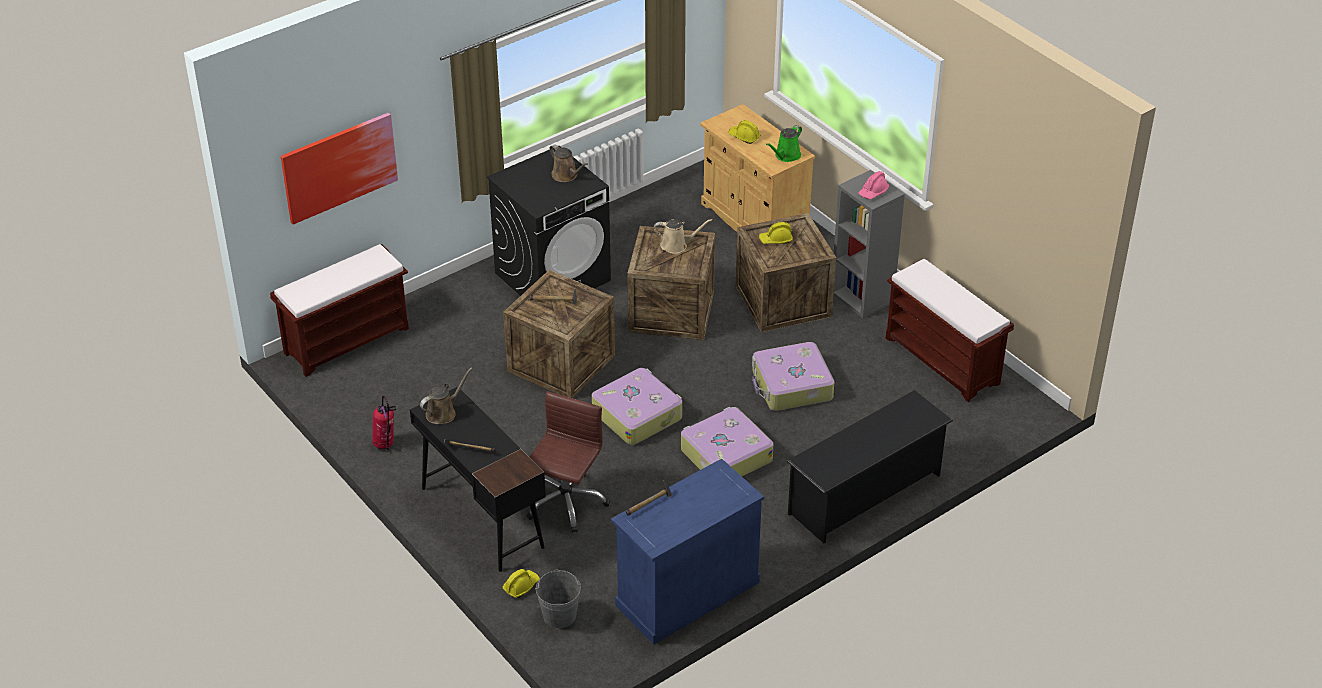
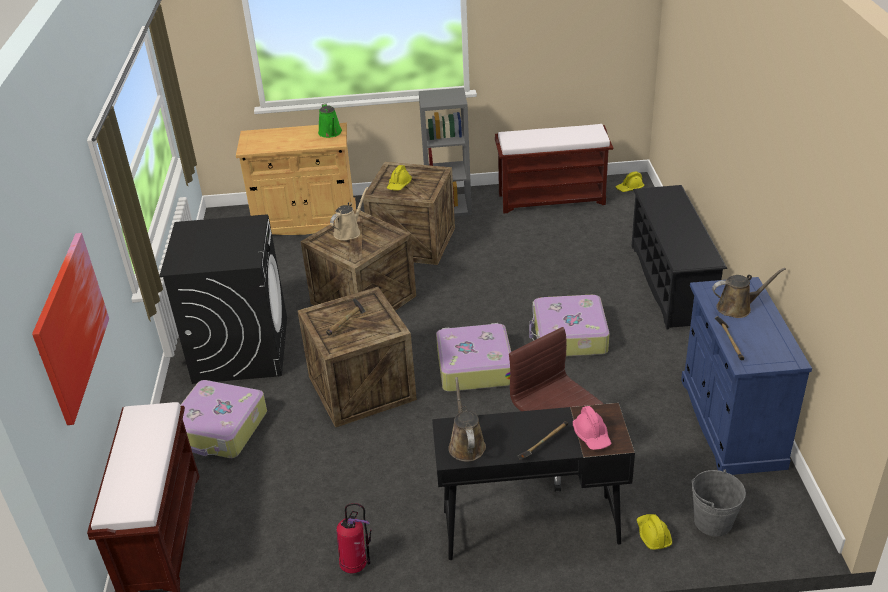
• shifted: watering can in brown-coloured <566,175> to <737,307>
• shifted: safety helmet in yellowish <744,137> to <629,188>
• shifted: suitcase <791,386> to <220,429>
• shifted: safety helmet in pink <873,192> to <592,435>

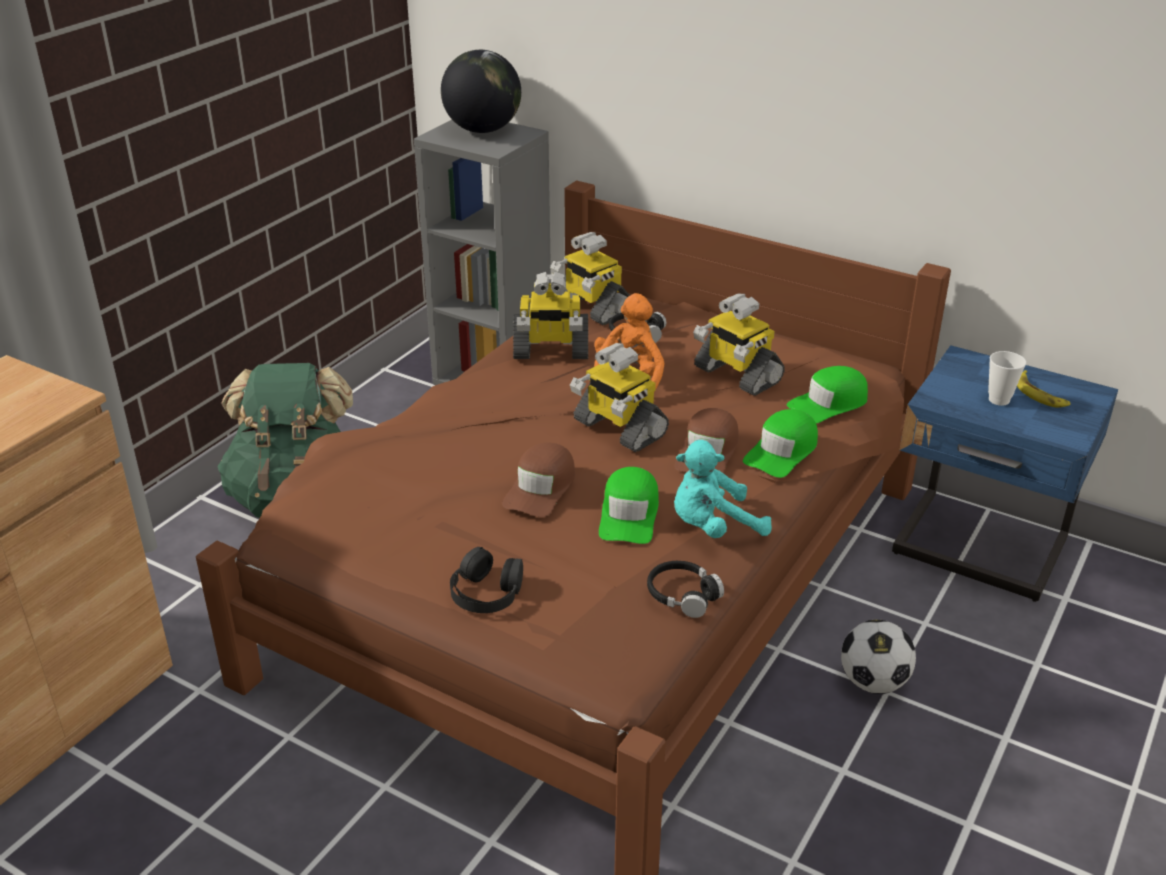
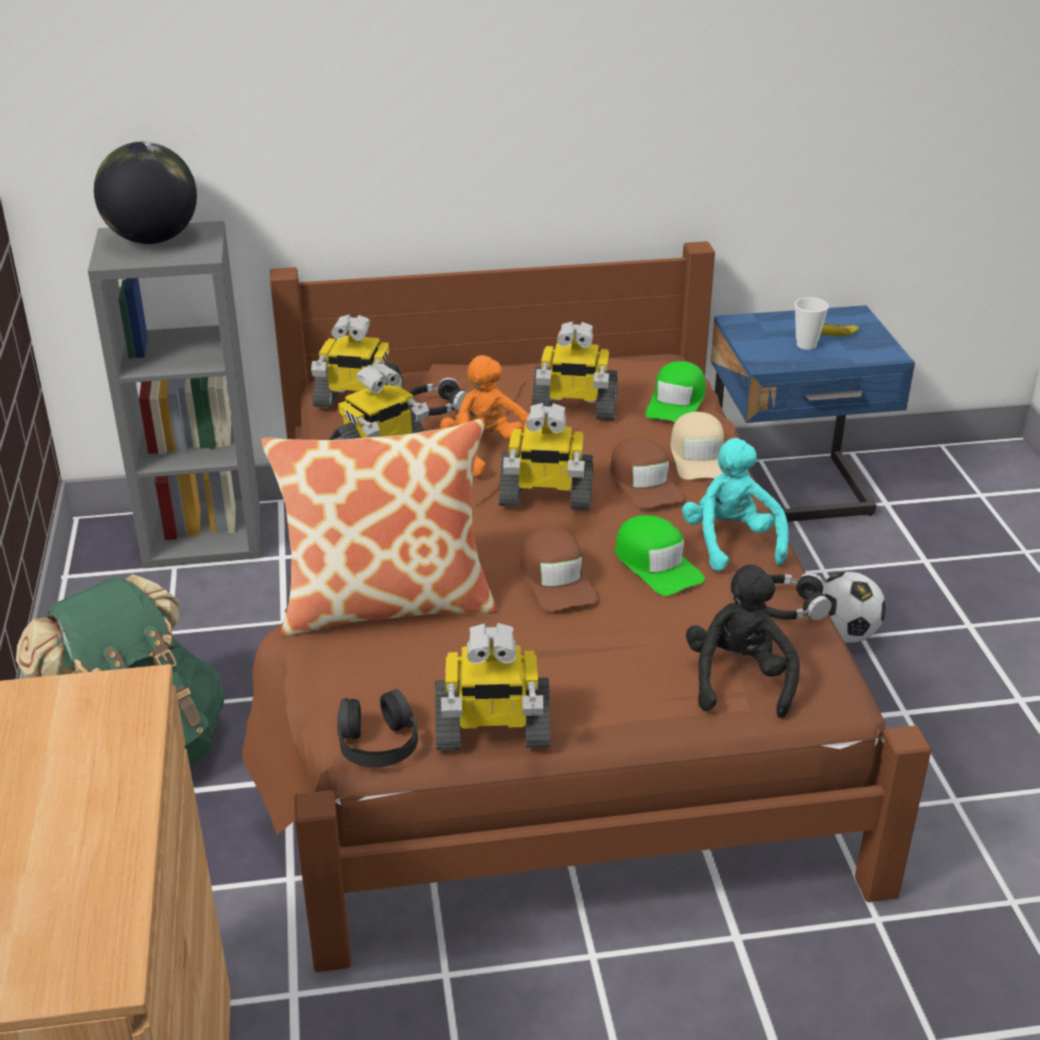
• new: throw pillow <387,603>
• new: model robot <491,731>
• new: soft toy in blackish <739,679>
• shifted: headphones in blackish <487,592> to <377,741>
• repainted: baseball cap in greenish <782,452> to baseball cap in beige <699,456>
• rotated: soft toy in turquoise <713,527> = <731,542> 135 degrees clockwise

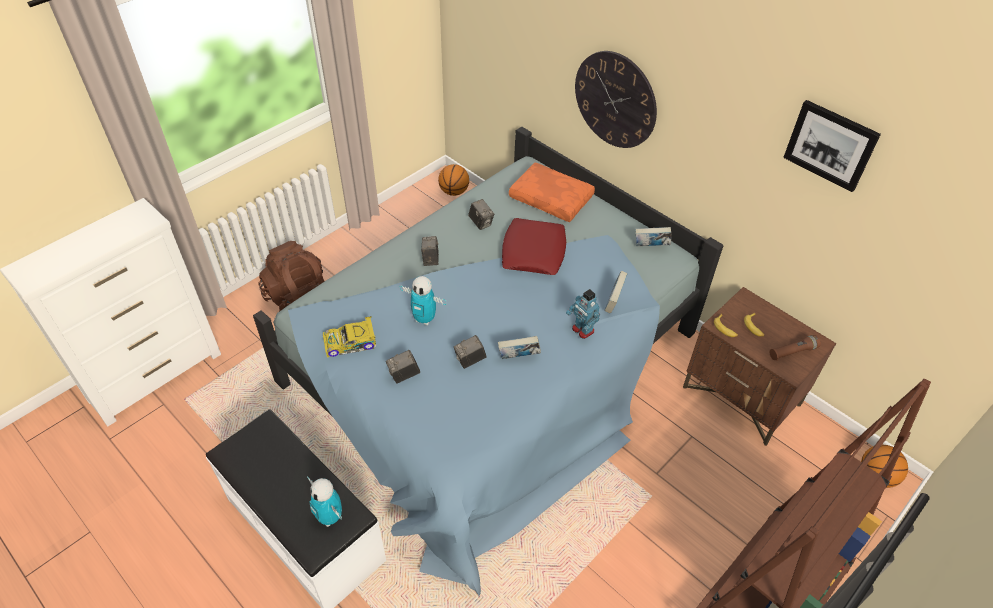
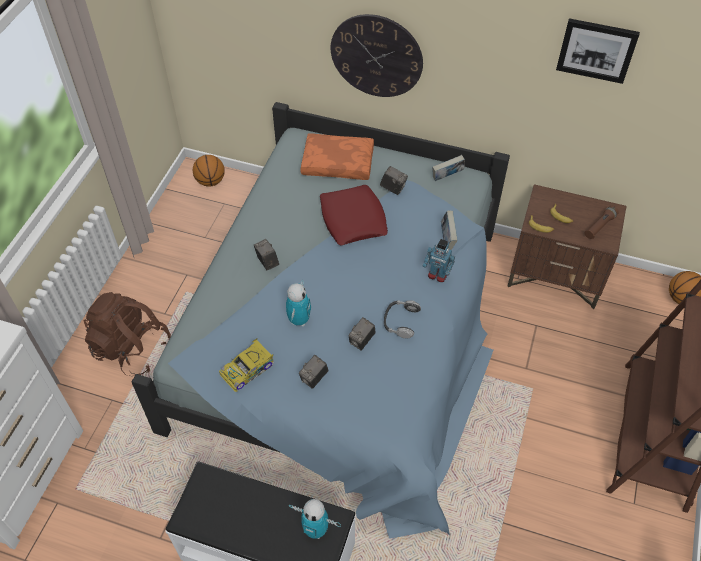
• shifted: still camera <481,223> to <393,188>
• swapped: volume <518,357> to headphones <400,321>
• rotated: model robot <424,319> = <299,320> 75 degrees counterclockwise

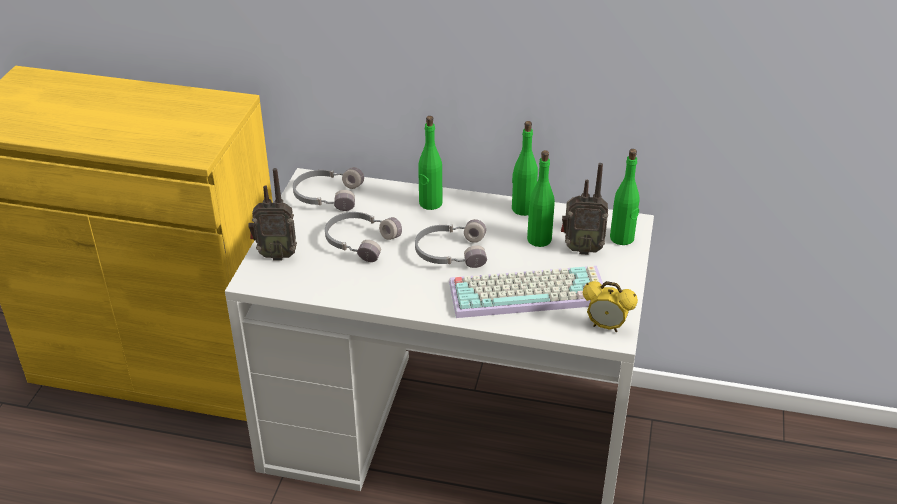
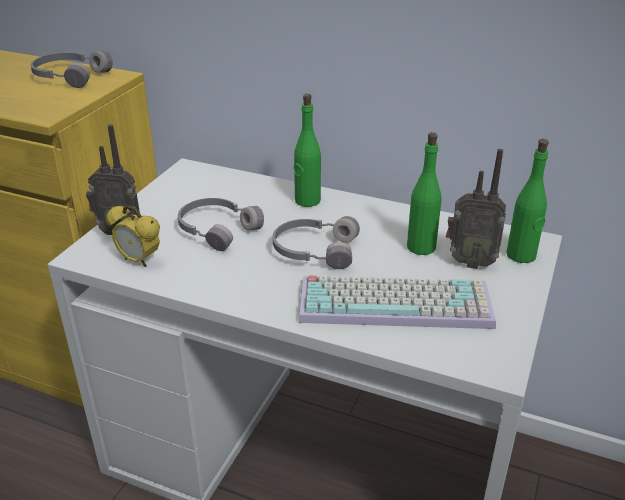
• gone: beverage bottle in greenish <523,208>
• shifted: headphones in gray <327,195> to <70,76>
• shifted: table clock <606,326> to <139,260>

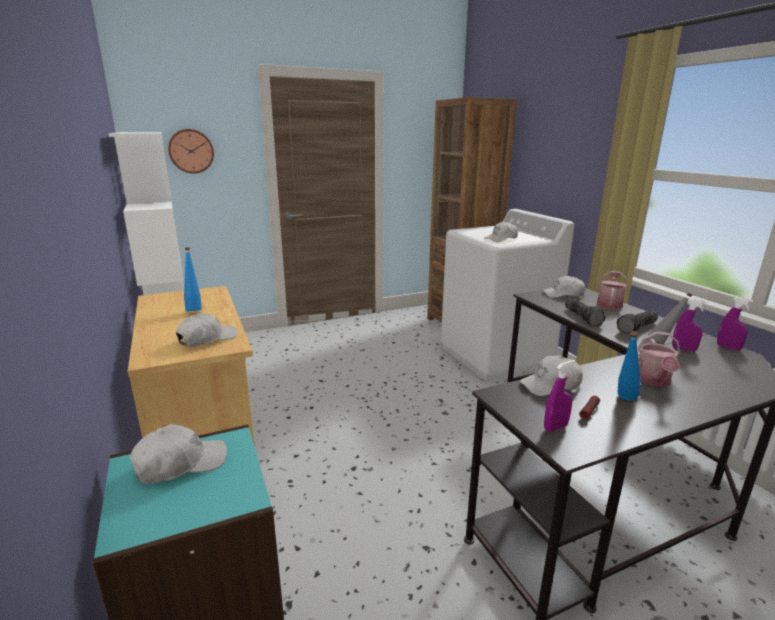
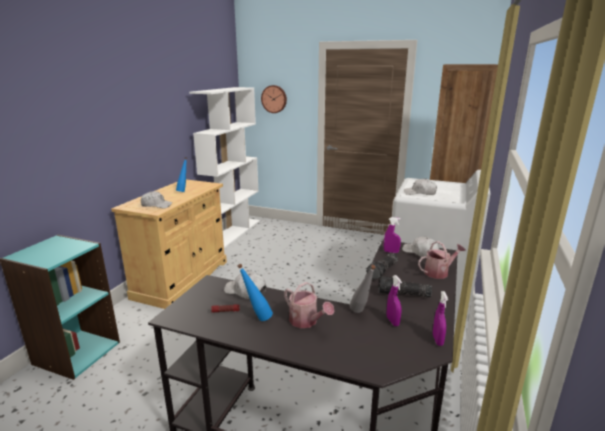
• gone: baseball cap in whitish <180,464>
• shifted: hand sprayer in purplish <555,427> to <391,252>
• rotated: watering can <653,380> = <306,321> 105 degrees counterclockwise

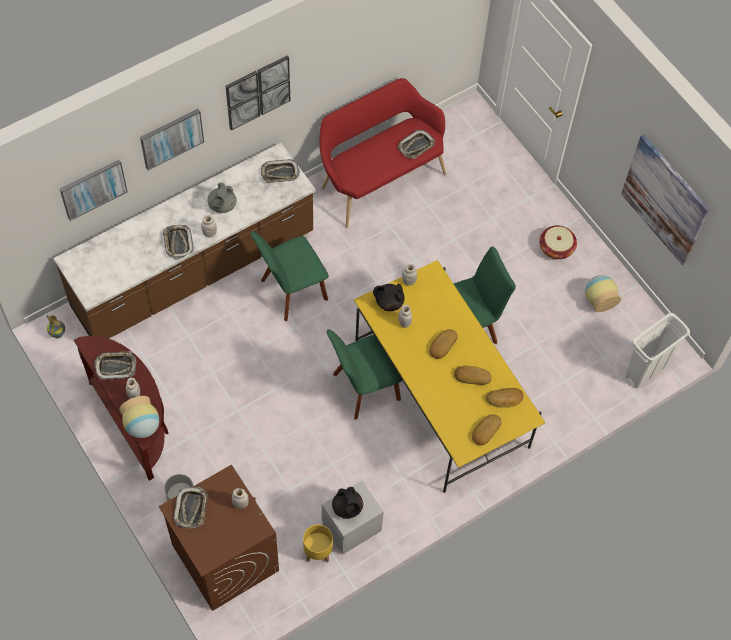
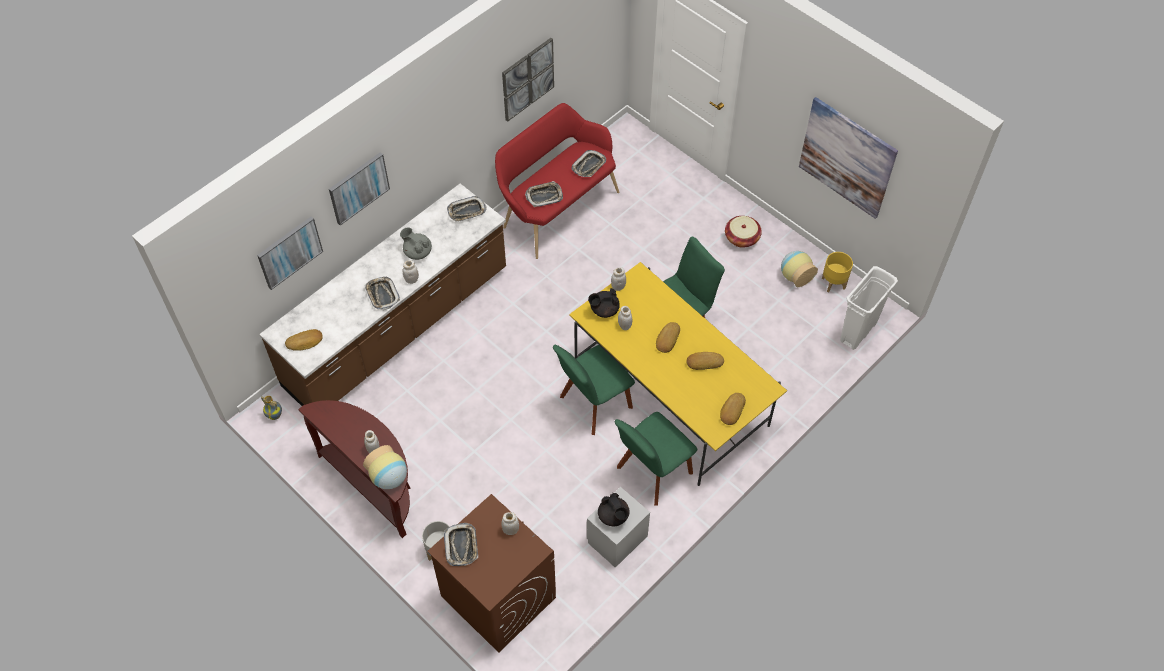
• shifted: serving tray <116,366> to <544,196>
• shifted: picture <258,92> to <527,79>
• shifted: plain chair in greenish <291,292> to <652,473>
• shifted: flower pot in yellowish <318,551> to <833,283>
• shifted: bread <505,399> to <305,342>
• rotated: pot for tea in gray <222,206> = <417,252> 120 degrees clockwise

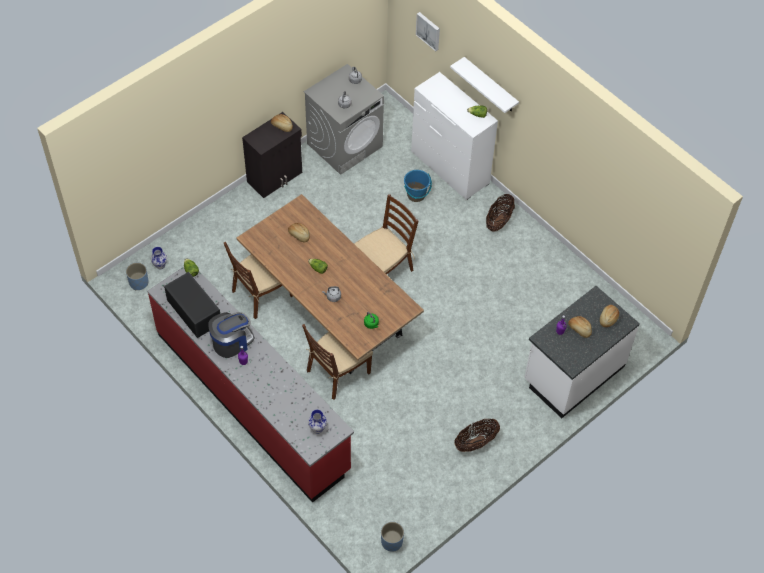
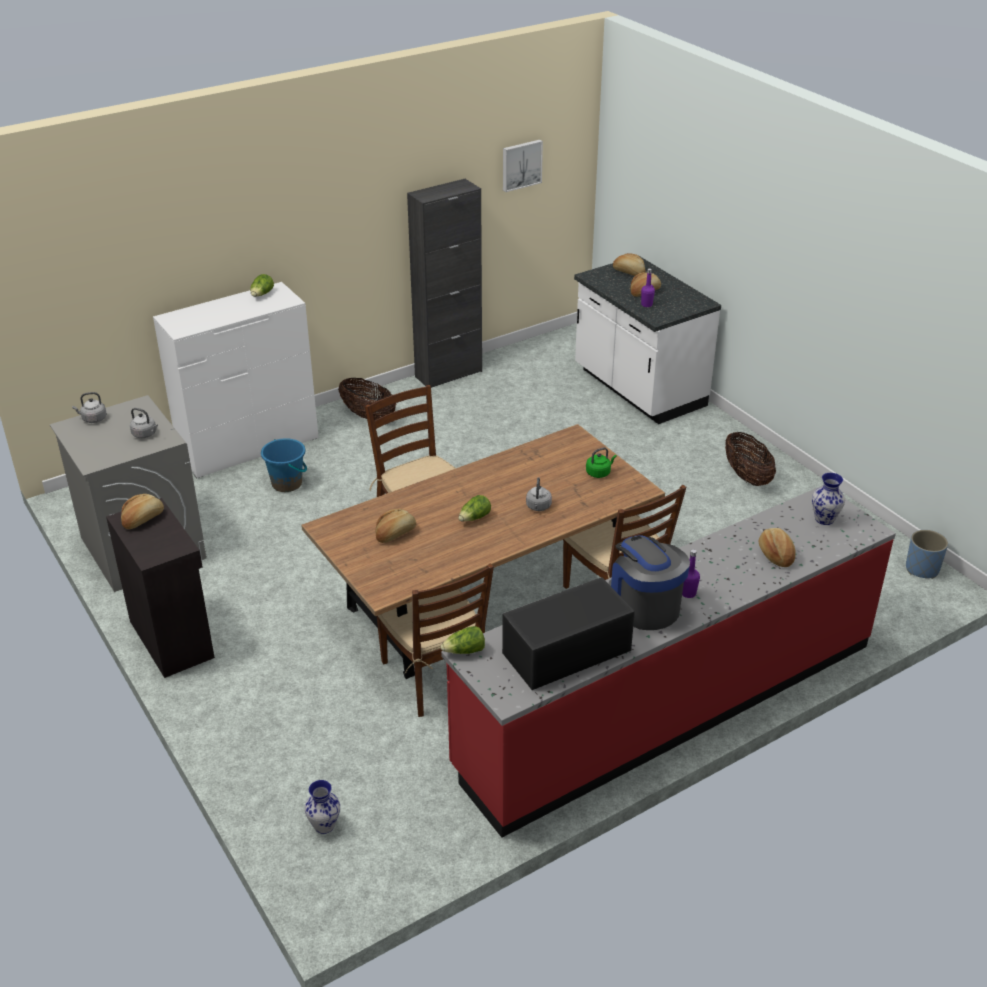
• gone: flower pot in blue-coloured <139,282>
• gone: bracket shelf in whitish <490,85>
• new: storage cabinet in blackish <448,374>
• new: bread <775,554>
• shifted: picture <428,30> to <521,165>

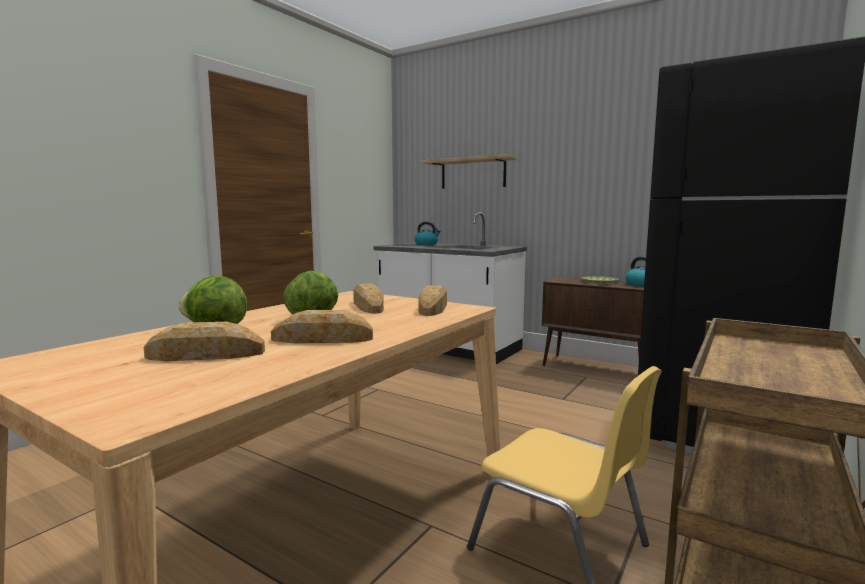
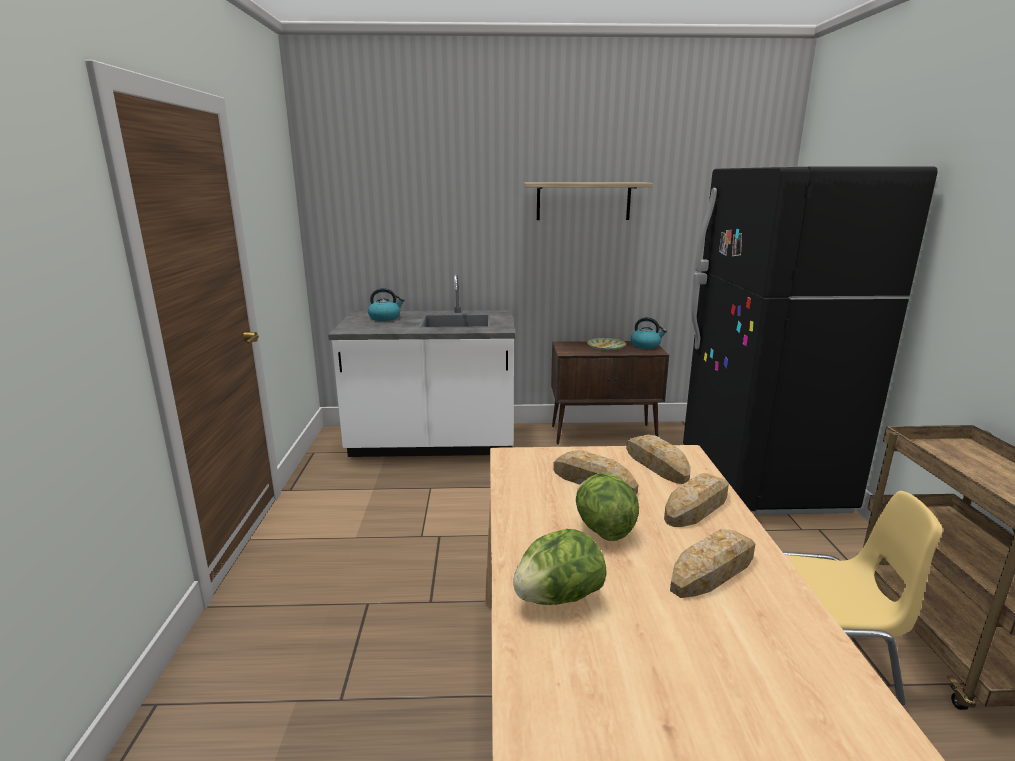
• shifted: bread <205,354> to <697,506>
• shifted: bracket shelf <473,173> to <583,201>

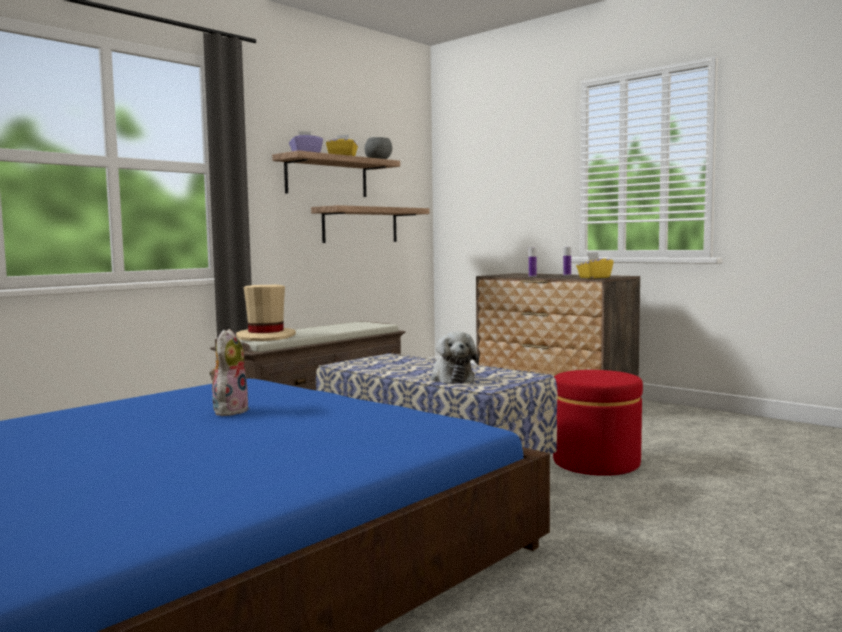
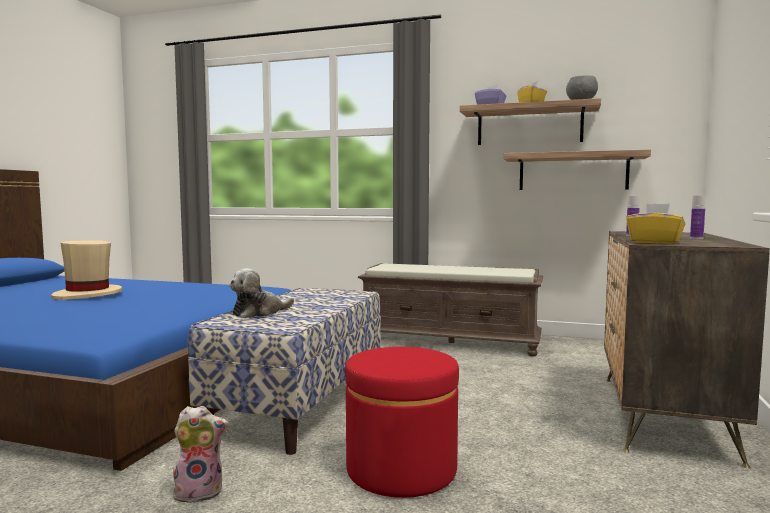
• shifted: soft toy <229,411> to <200,492>
• shifted: wearable hat in beige <266,337> to <88,295>

